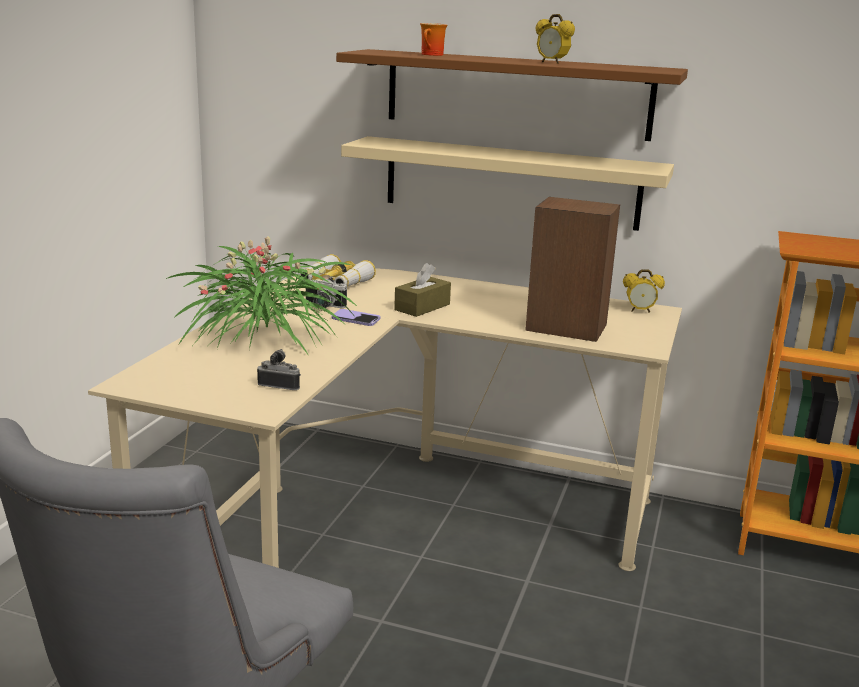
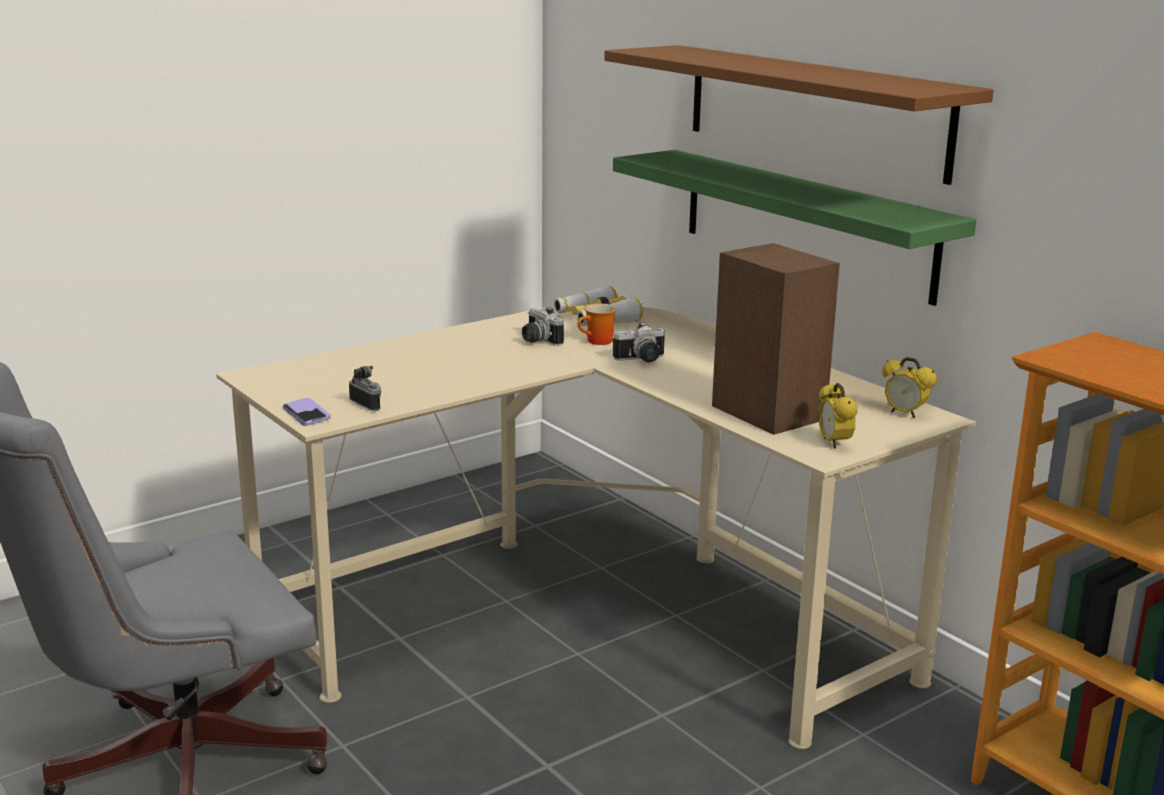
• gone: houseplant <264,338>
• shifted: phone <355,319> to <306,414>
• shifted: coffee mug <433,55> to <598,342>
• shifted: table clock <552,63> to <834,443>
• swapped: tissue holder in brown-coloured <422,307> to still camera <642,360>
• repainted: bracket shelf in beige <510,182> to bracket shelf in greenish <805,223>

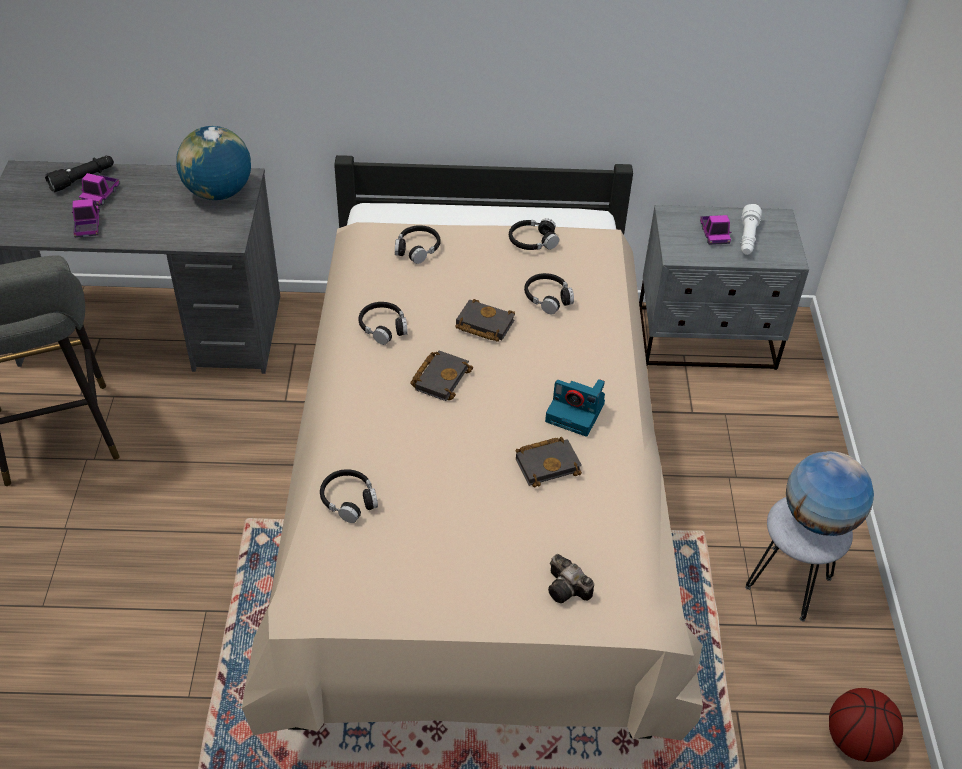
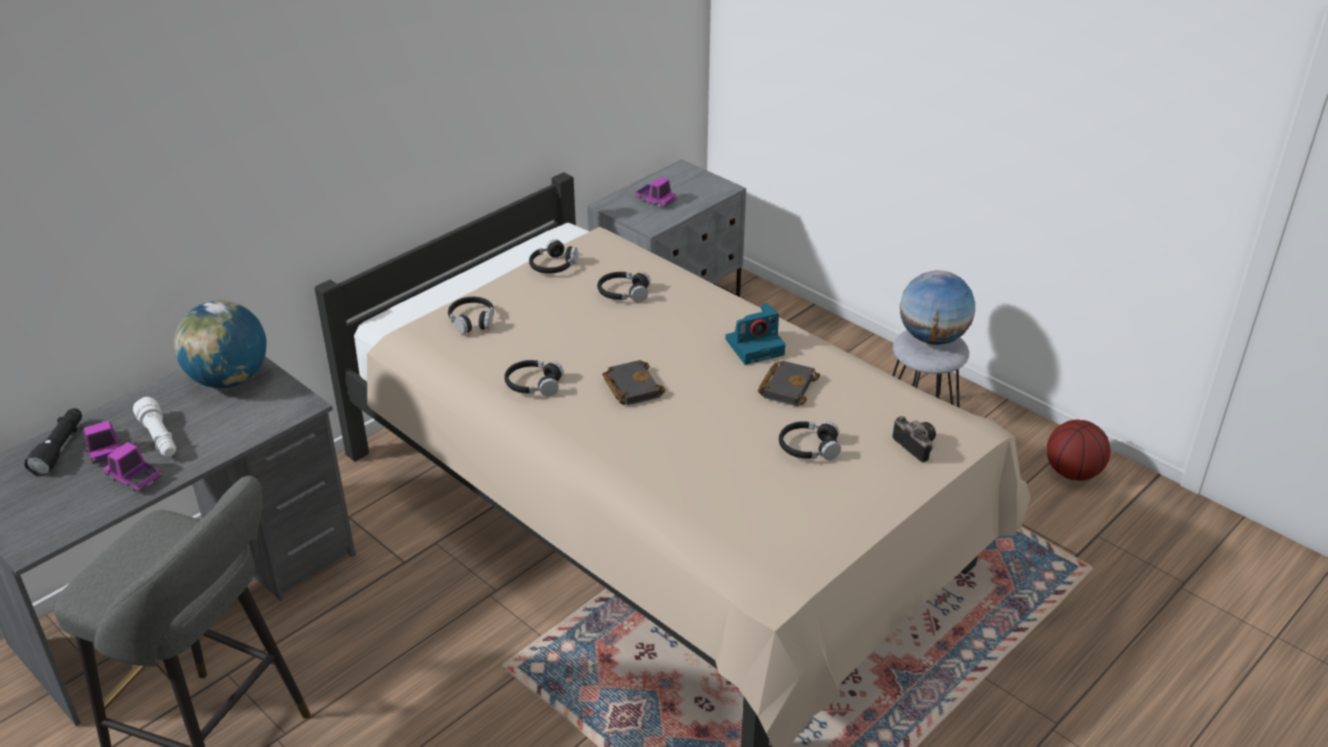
• gone: volume in blackish <482,325>
• shifted: headphones in blackish <349,500> to <808,448>
• shifted: hand torch in whitish <747,238> to <159,438>
• rotated: still camera <568,590> = <913,444> 120 degrees counterclockwise

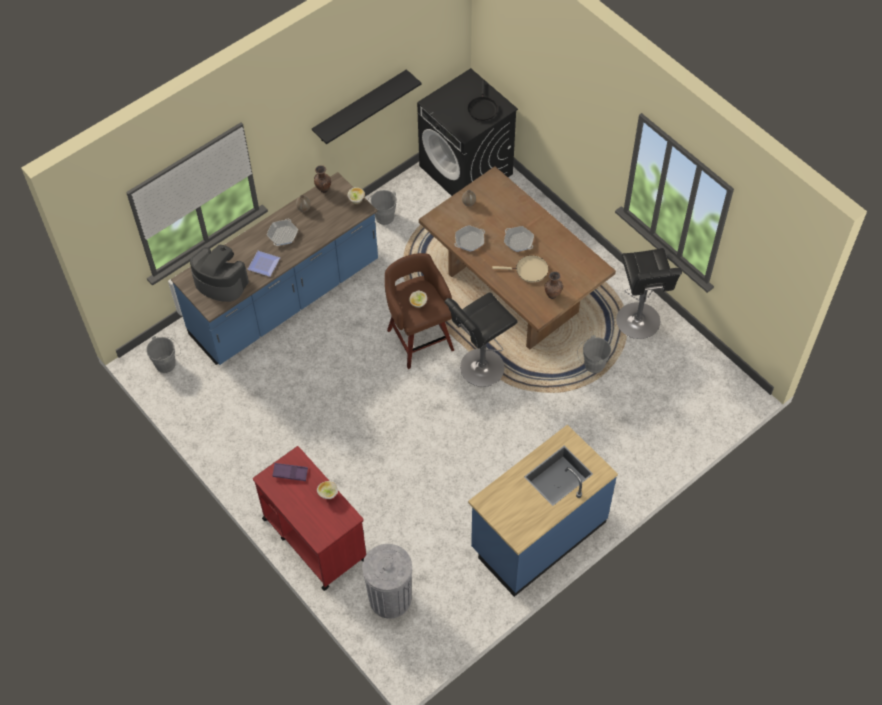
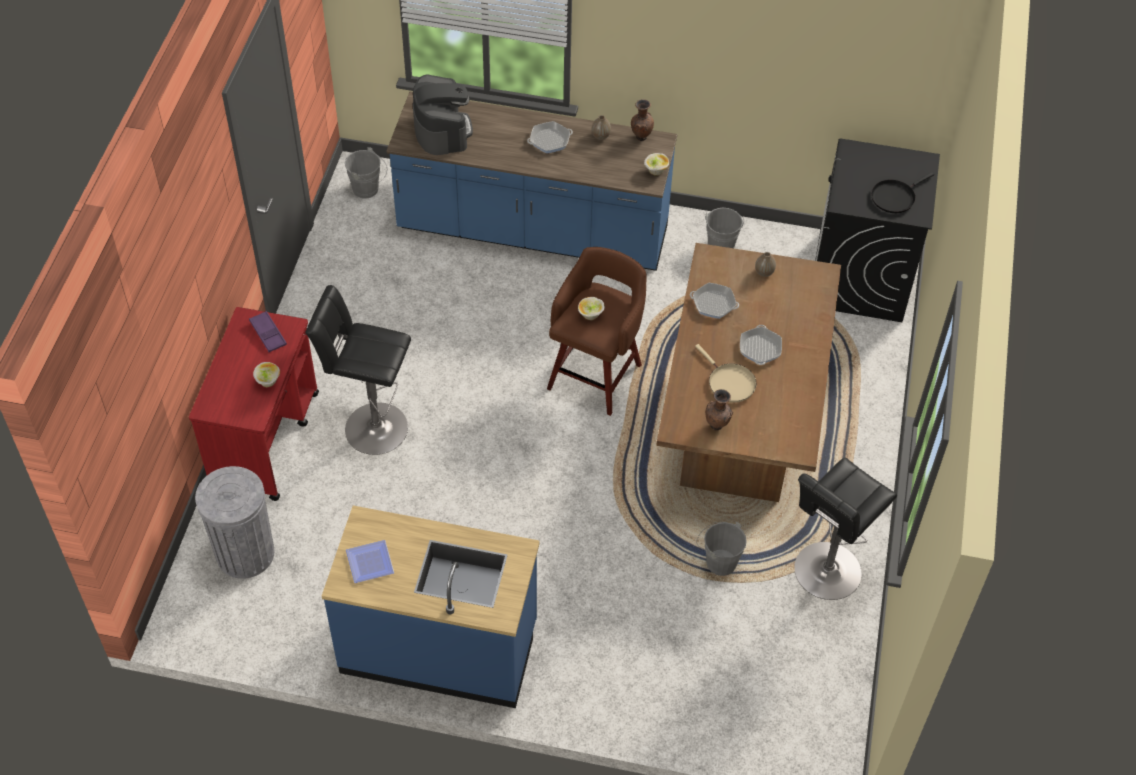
• gone: bracket shelf in blackish <360,107>
• shifted: plate <264,265> to <369,564>
• shifted: stool seat in blackish <479,369> to <371,427>

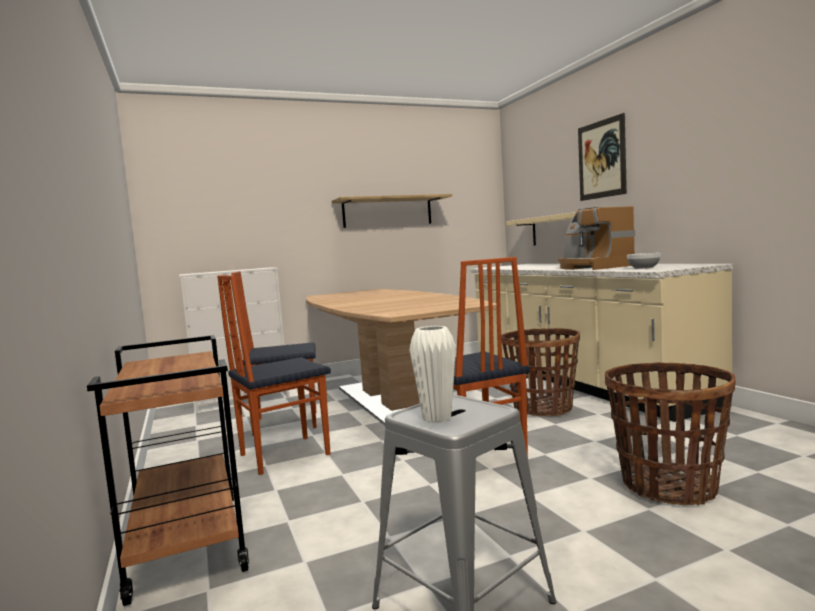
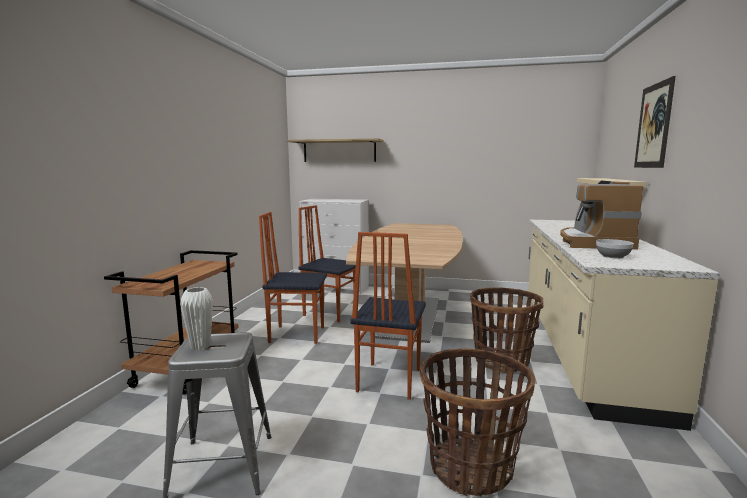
• shifted: bracket shelf <387,212> to <339,151>

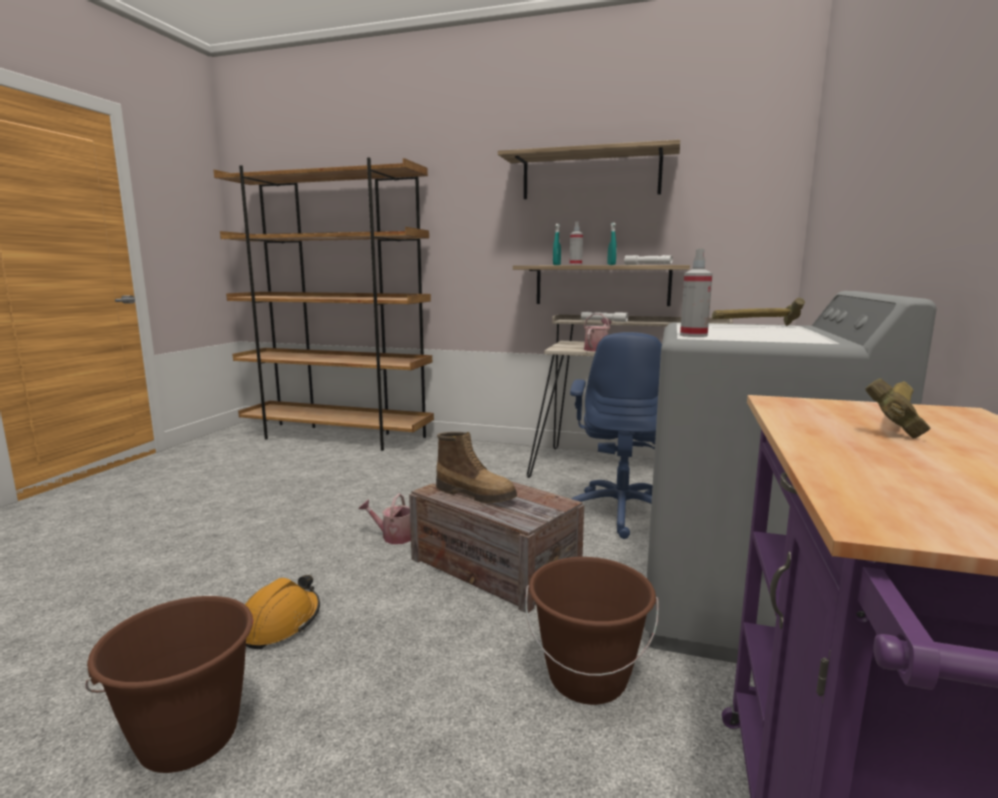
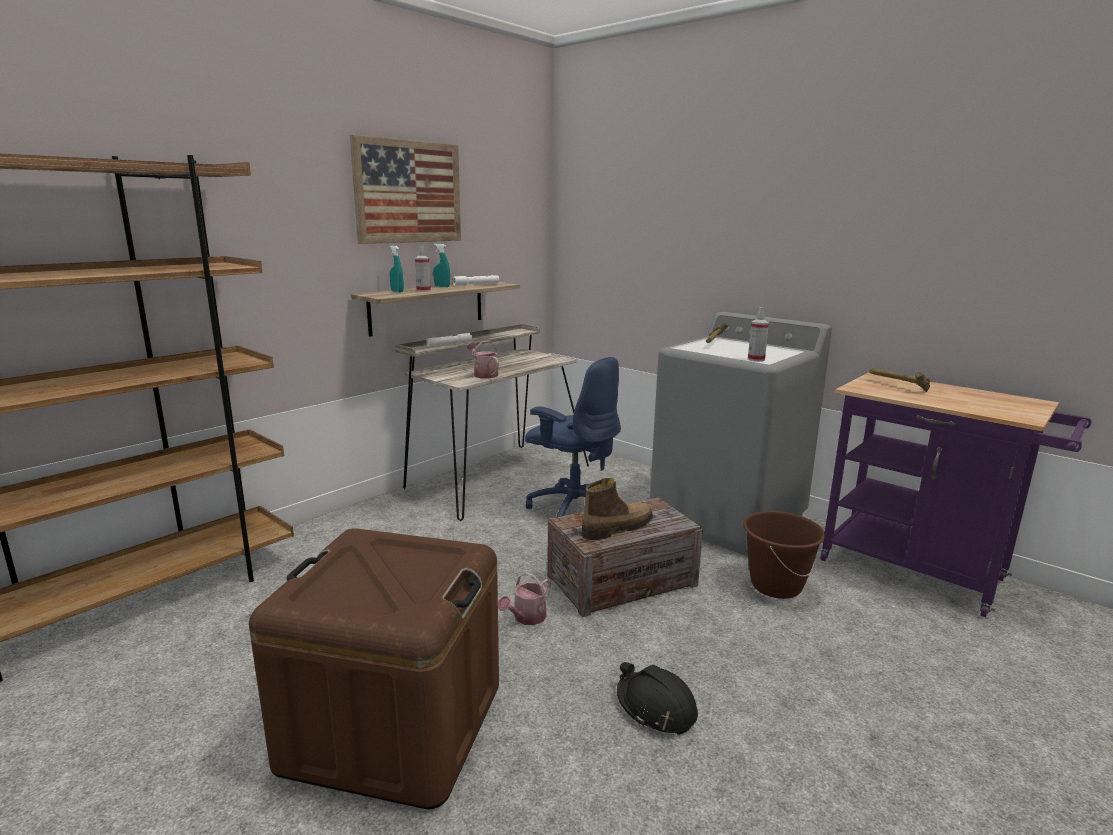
• gone: bucket in brown-coloured <189,738>
• new: storage bin in brown-coloured <394,726>
• swapped: bracket shelf <590,175> to picture <408,192>
• repainted: safety helmet in orangey <280,623> to safety helmet in blackish <655,708>

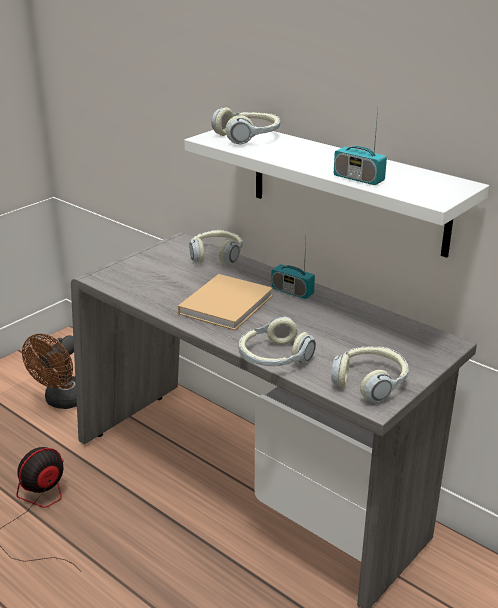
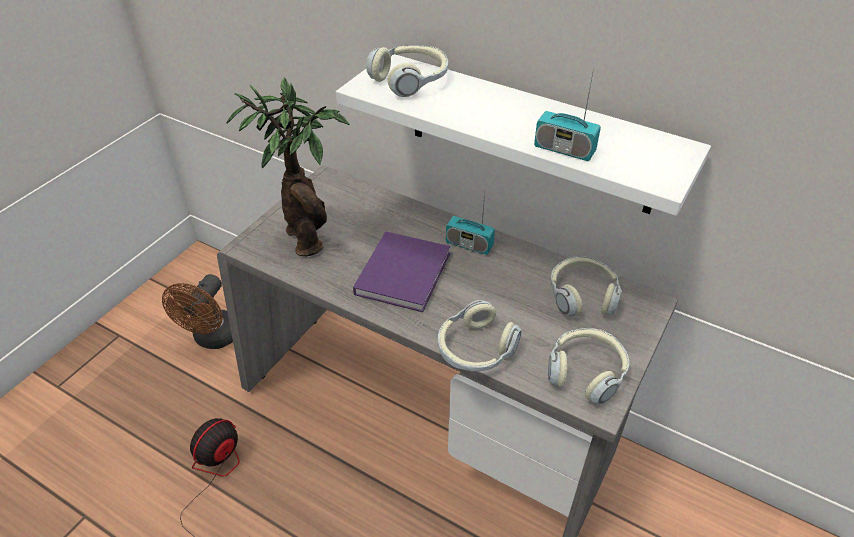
• new: houseplant <306,235>
• shifted: headphones <216,255> to <582,295>
• repainted: volume in beige <228,303> to volume in purplish <404,271>

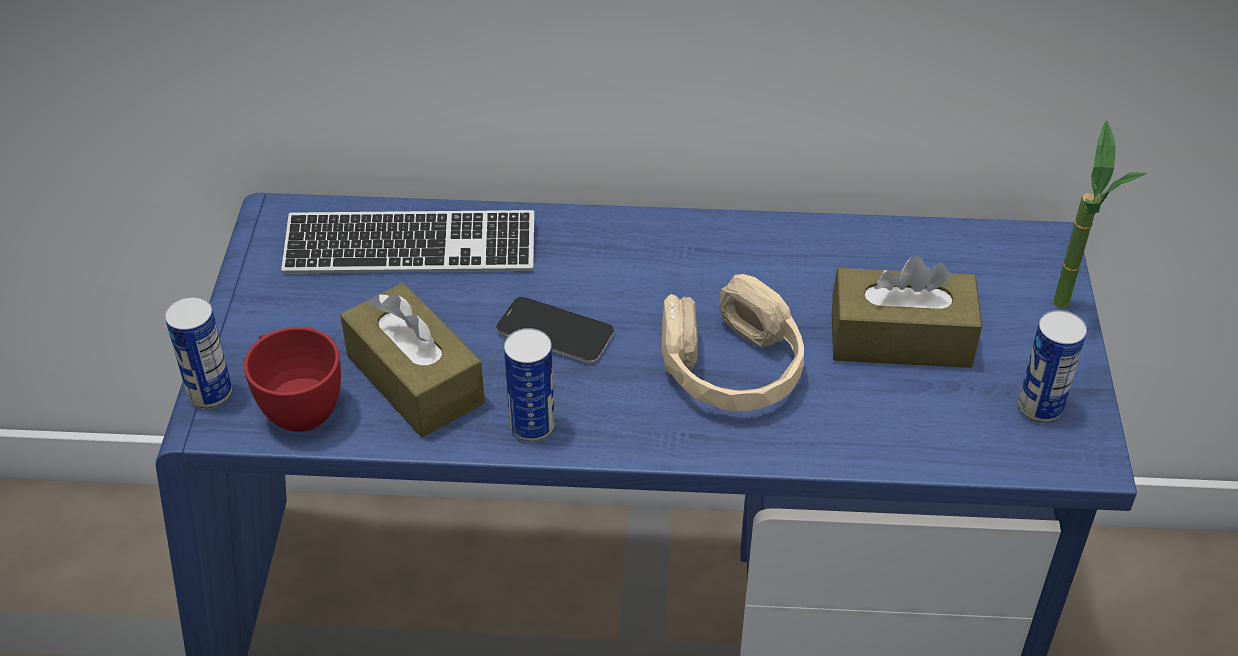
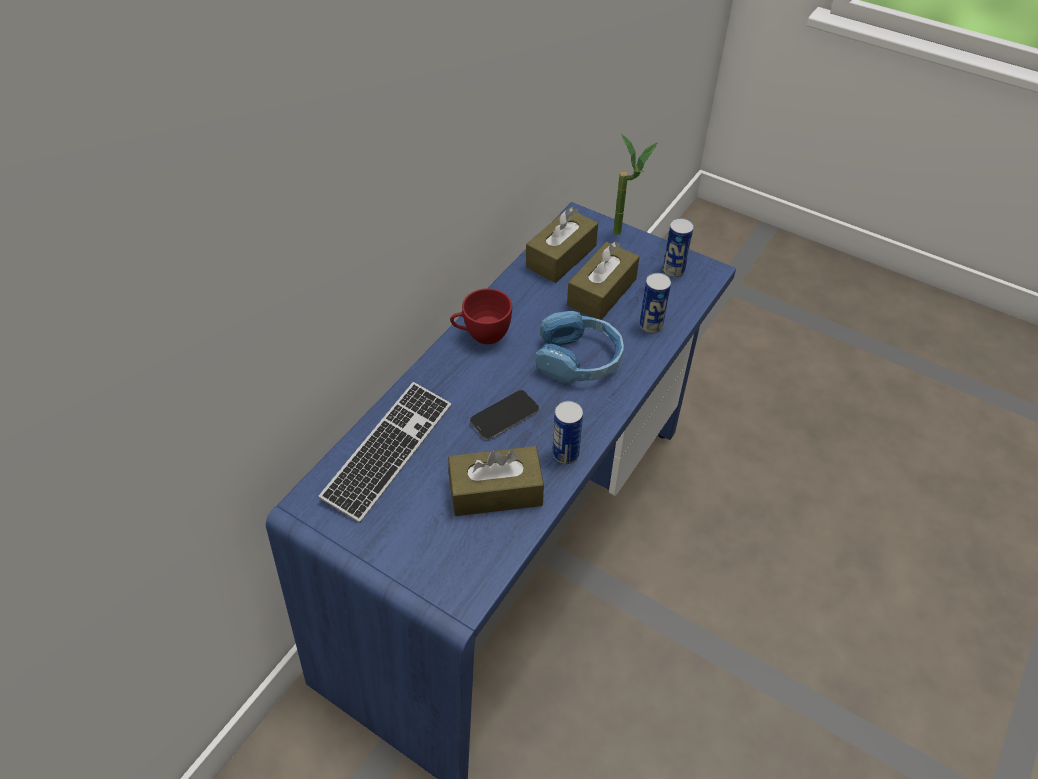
• new: tissue holder in brown-coloured <561,256>
• shifted: metal can <210,394> to <651,326>
• shifted: drinking cup in reddish <296,406> to <482,335>
• repainted: headphones in beige <730,368> to headphones in blue-coloured <579,359>

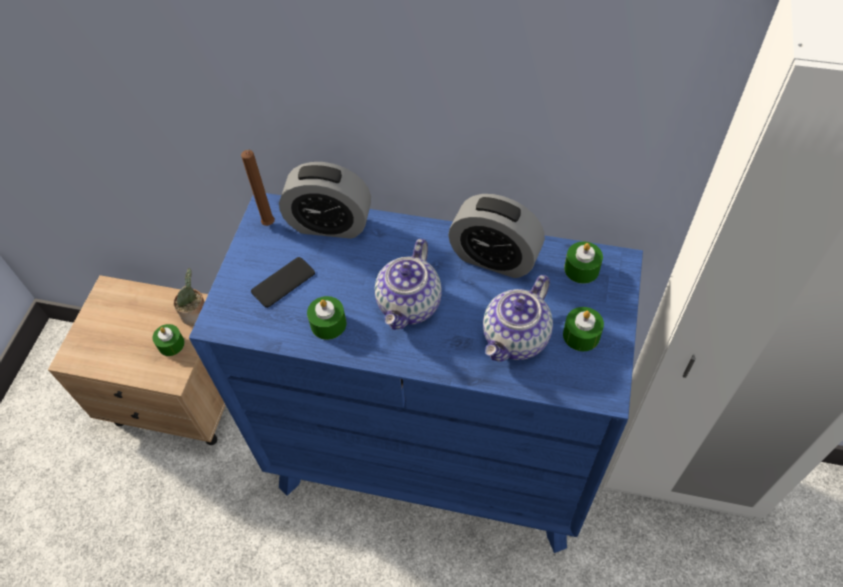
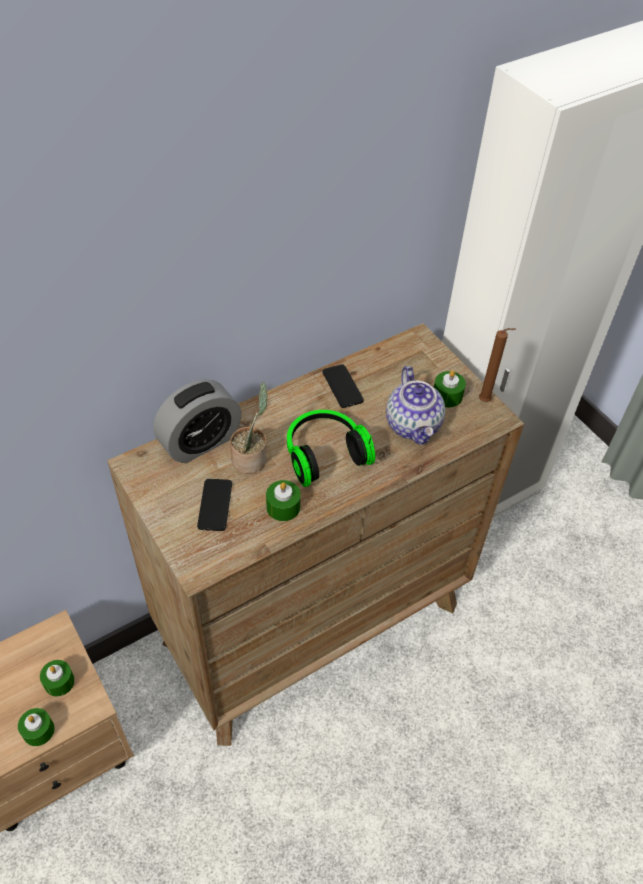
• shifted: houseplant <196,314> to <251,458>
• shifted: wax candle in brown-coloured <269,225> to <486,401>
• shifted: wax candle in greenish <581,269> to <38,730>
• swapped: pot for tea <410,305> to headphones <324,454>
• swapped: table clock <494,258> to phone <342,386>
• repainted: drawer chest in blue-coloured <432,459> to drawer chest in brown-coloured <312,623>

